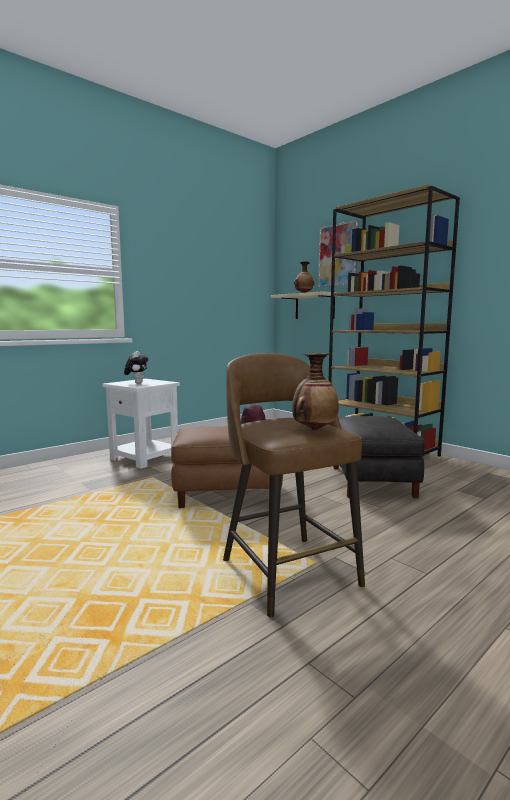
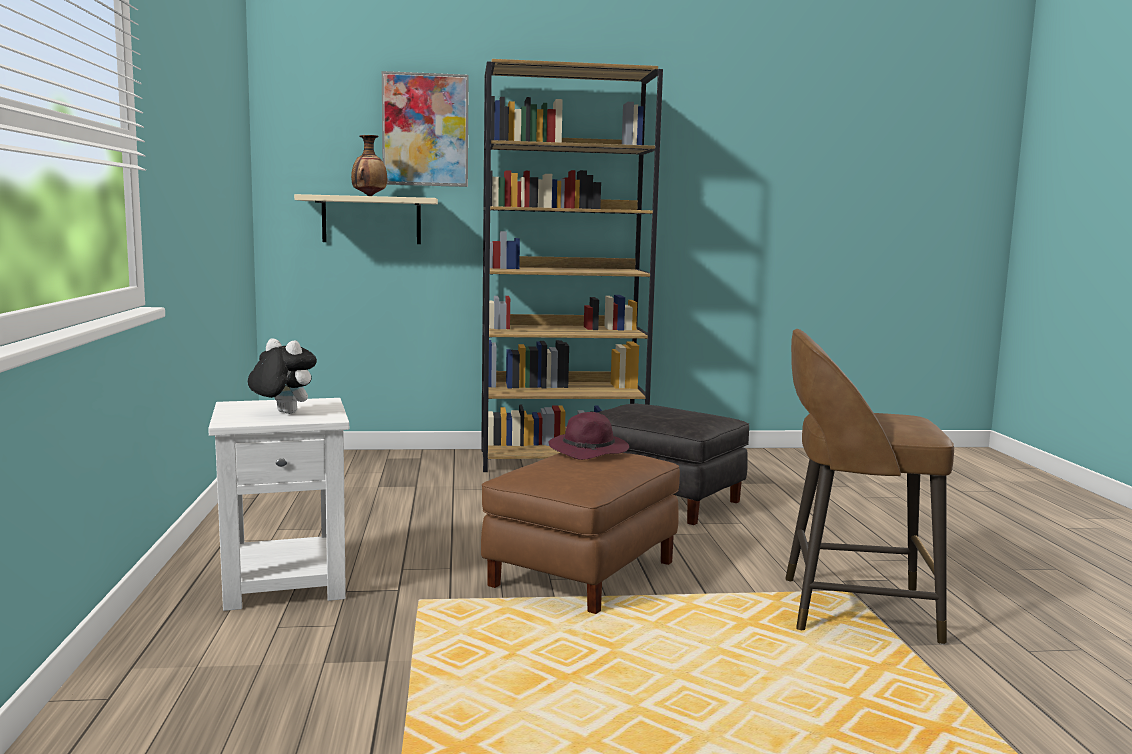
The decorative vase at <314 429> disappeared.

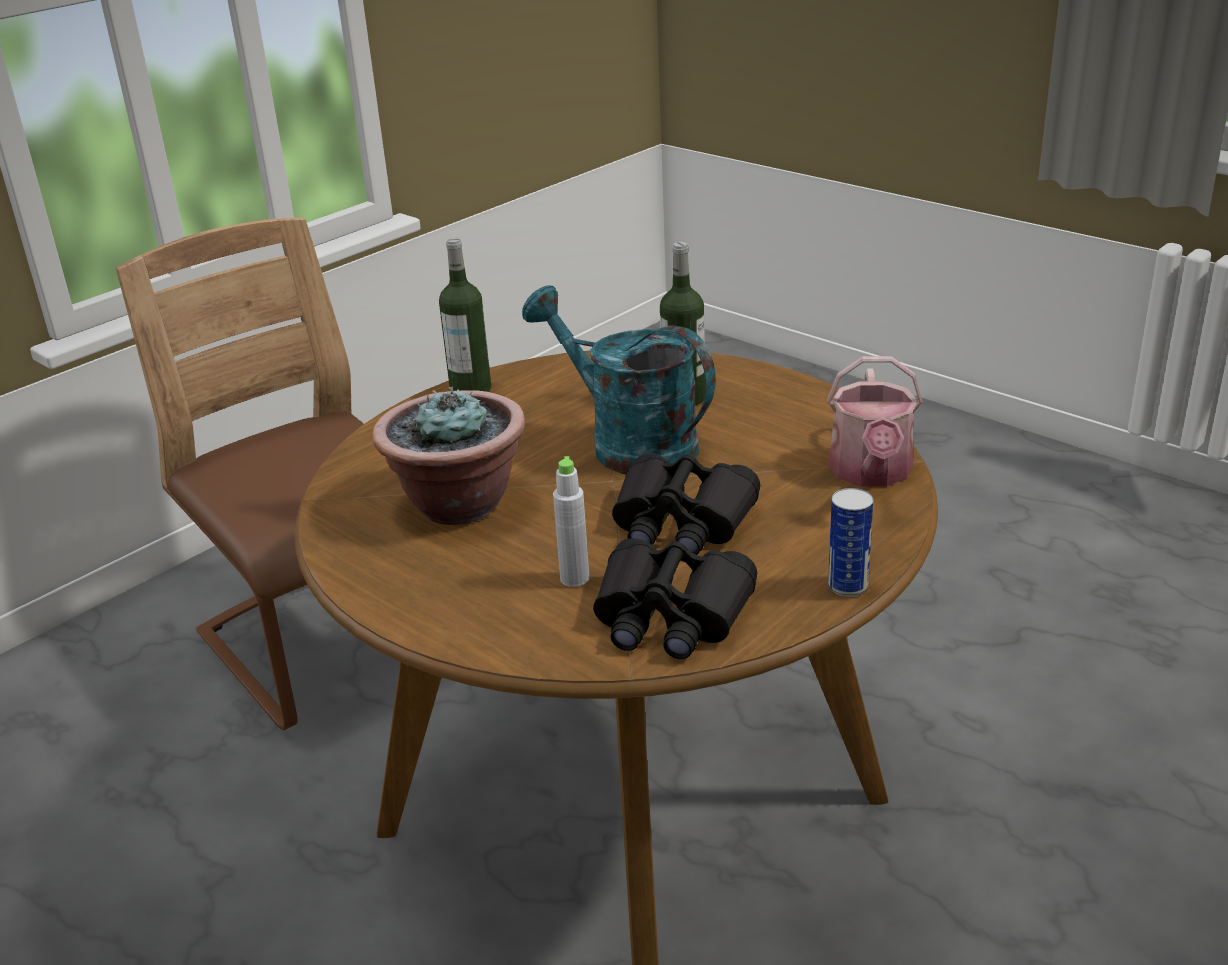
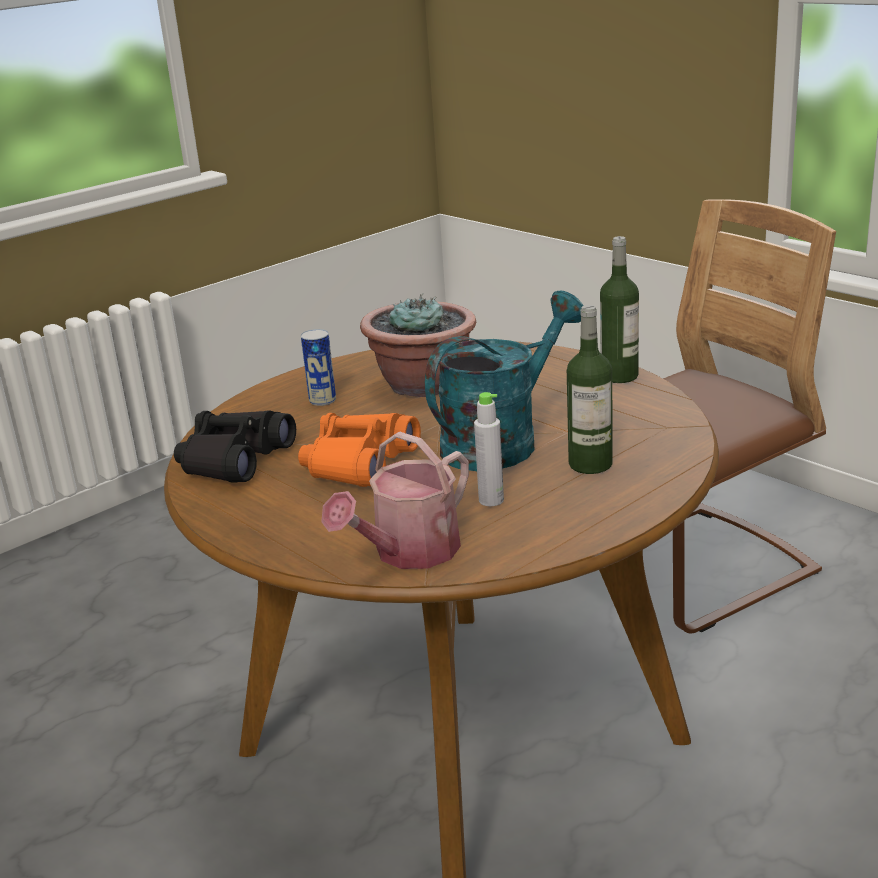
The beverage bottle in grey moved from <574 578> to <491 500>. The binoculars in black-coloured at <681 523> became the binoculars in orange at <359 464>. The watering can at <871 473> turned 60 degrees counterclockwise. The can moved from <848 586> to <322 400>.

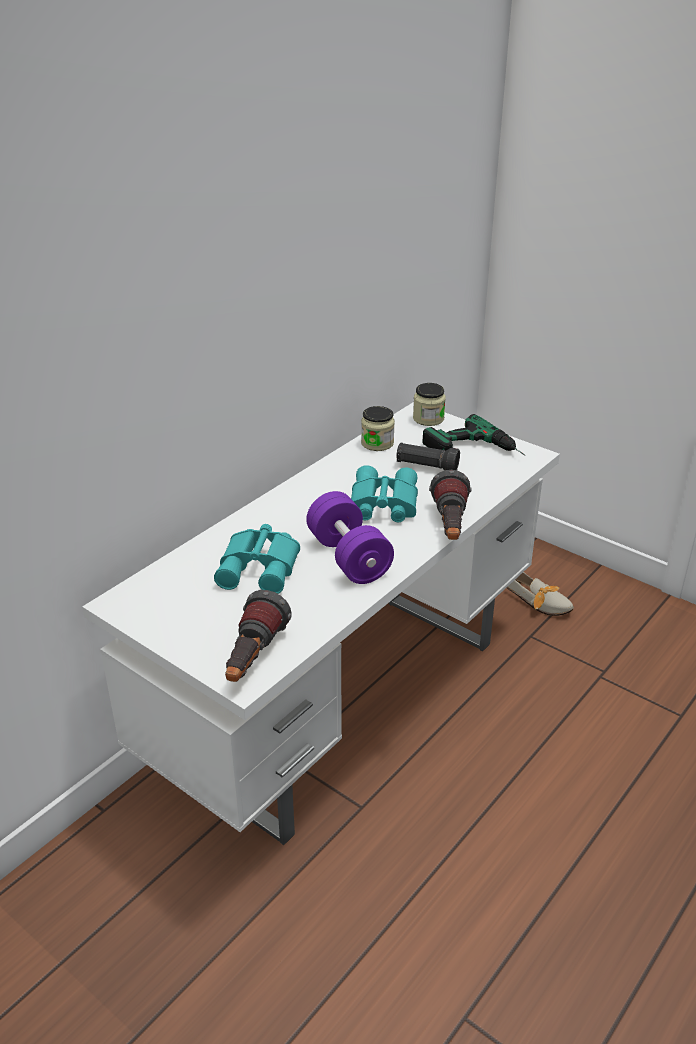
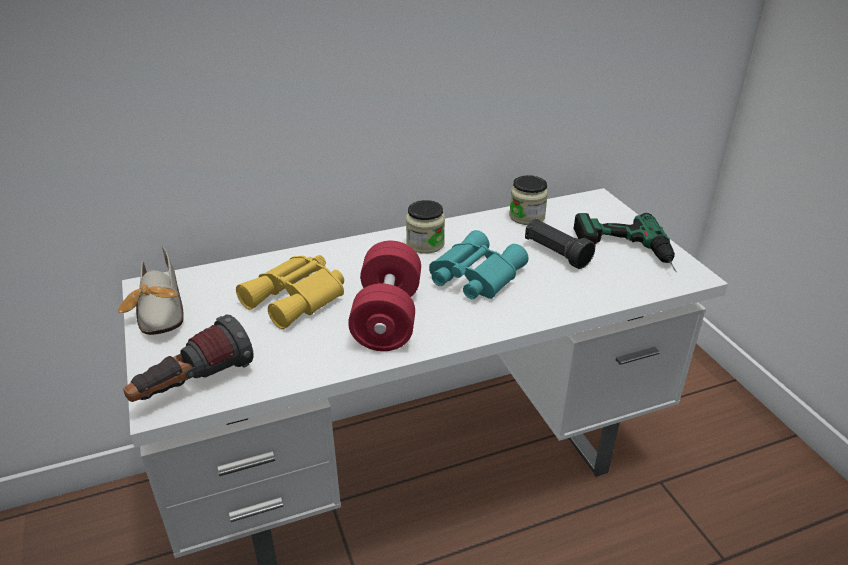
The binoculars in turquoise-coloured at <261 567> became the binoculars in yellow at <297 298>. The dumbbell in purplish at <349 557> became the dumbbell in red-coloured at <387 318>. The storage jar moved from <428 419> to <425 244>. The flashlight at <450 527> disappeared. The shoe moved from <540 602> to <160 311>.

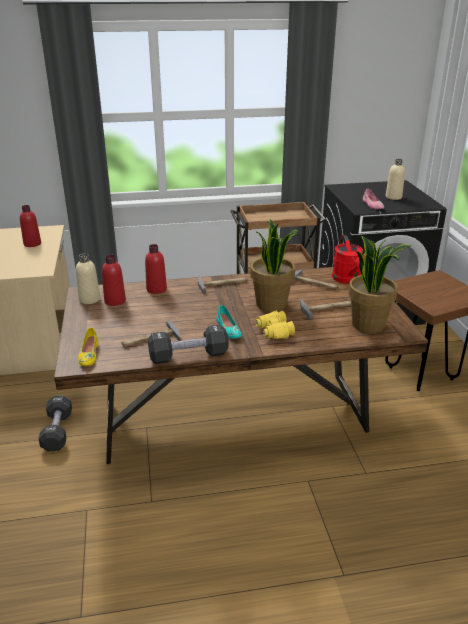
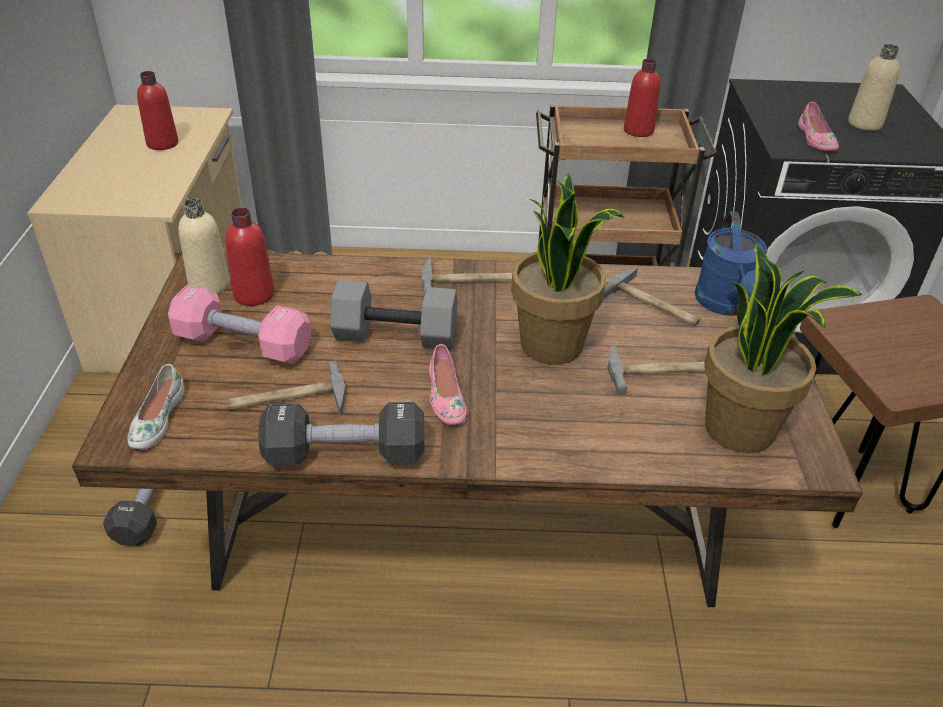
The shoe in yellow at <88 354> became the shoe in white at <156 419>. The beverage bottle in red-coloured moved from <156 289> to <638 131>. The shoe in turquoise-coloured at <228 329> became the shoe in pink-coloured at <445 397>. The binoculars in yellow at <274 332> disappeared. The watering can in red-coloured at <348 280> became the watering can in blue-coloured at <726 305>. The dumbbell in pink-coloured at <243 344> appeared. The dumbbell in grey at <397 334> appeared.

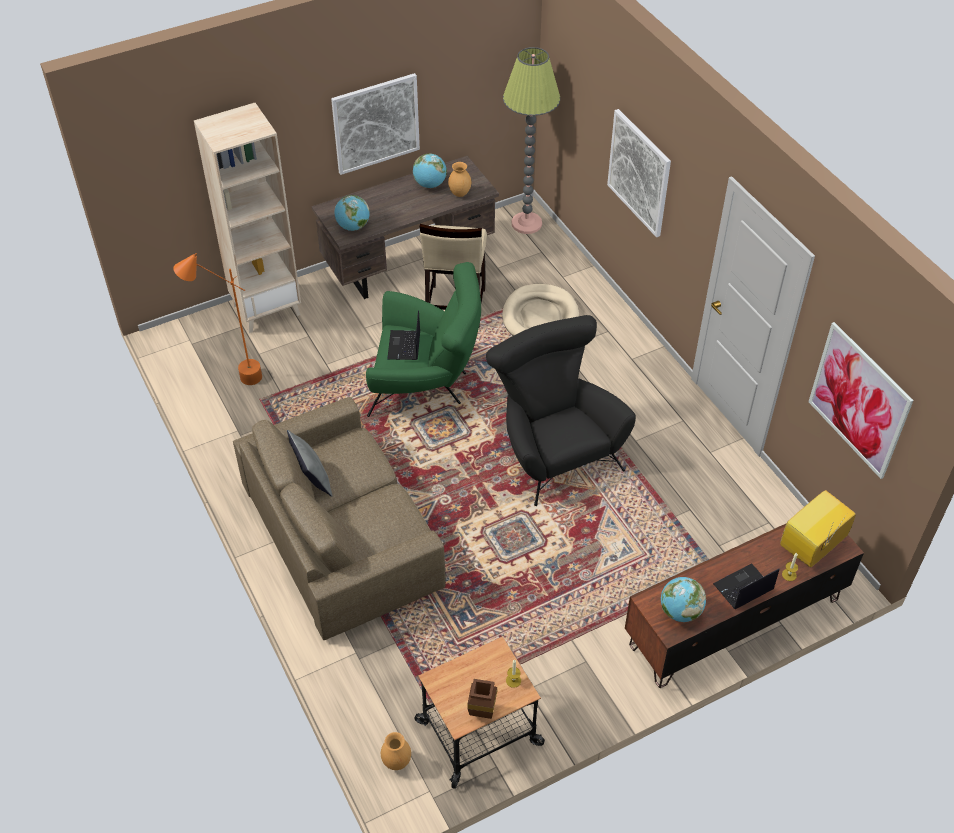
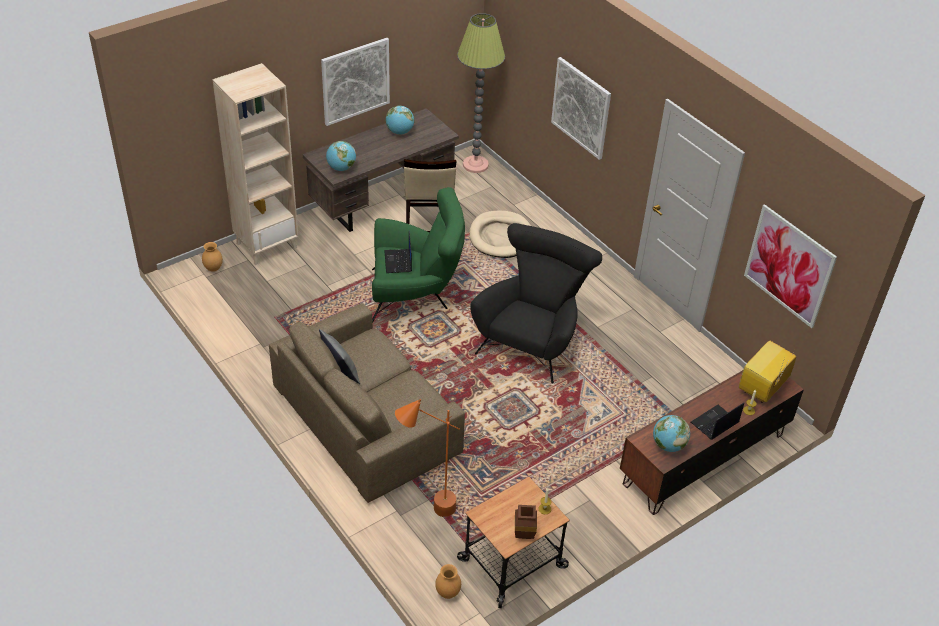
The standing lamp in orange moved from <232 379> to <426 512>. The decorative vase in brown moved from <460 193> to <214 268>. The easy chair in black-coloured at <553 450> turned 60 degrees clockwise.

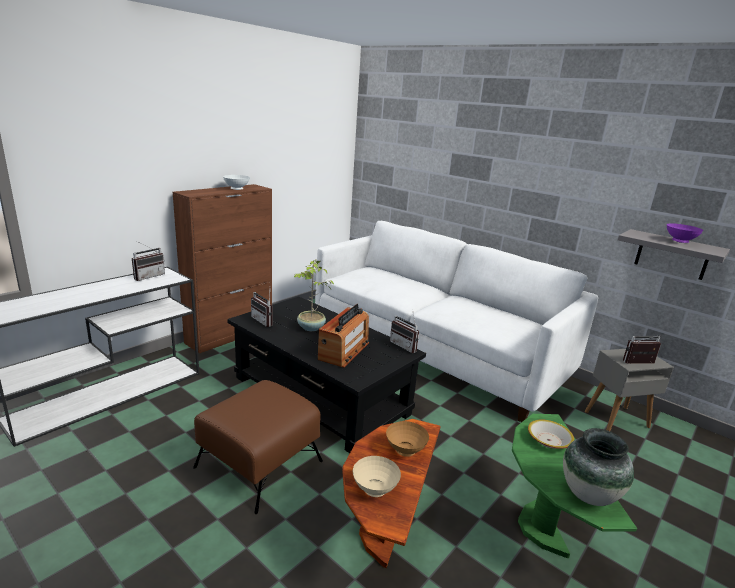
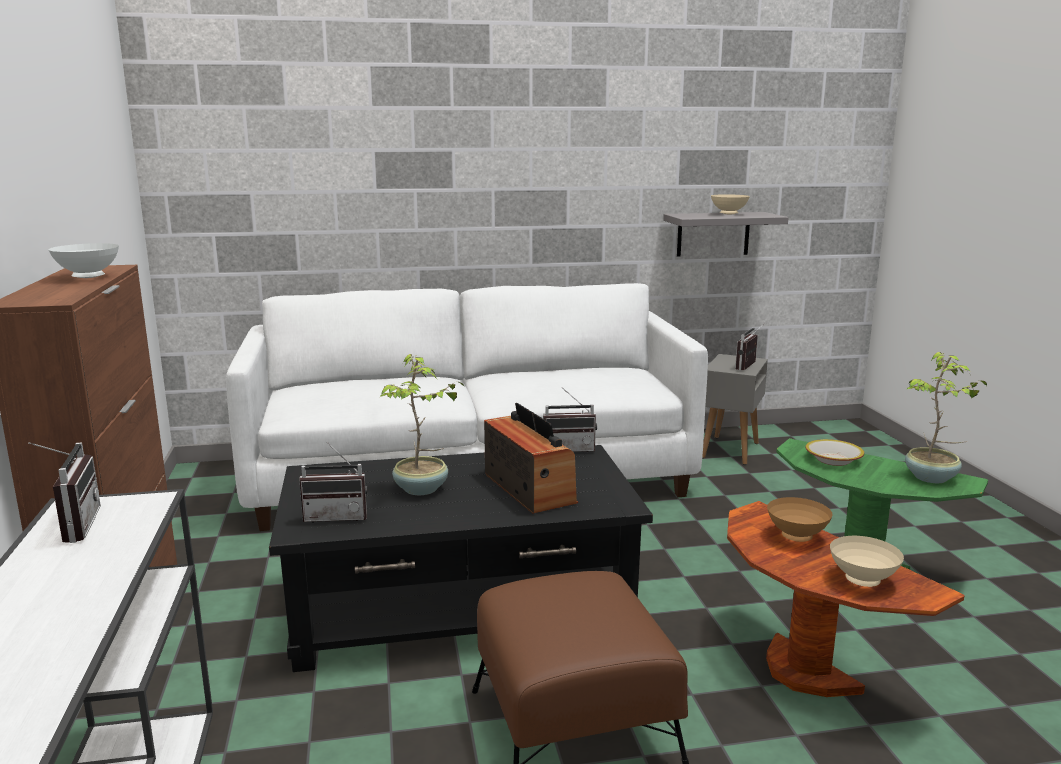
The decorative vase at <588 494> was replaced by the houseplant at <931 478>. The deep dish in purplish at <680 242> became the deep dish in sand-coloured at <729 214>.

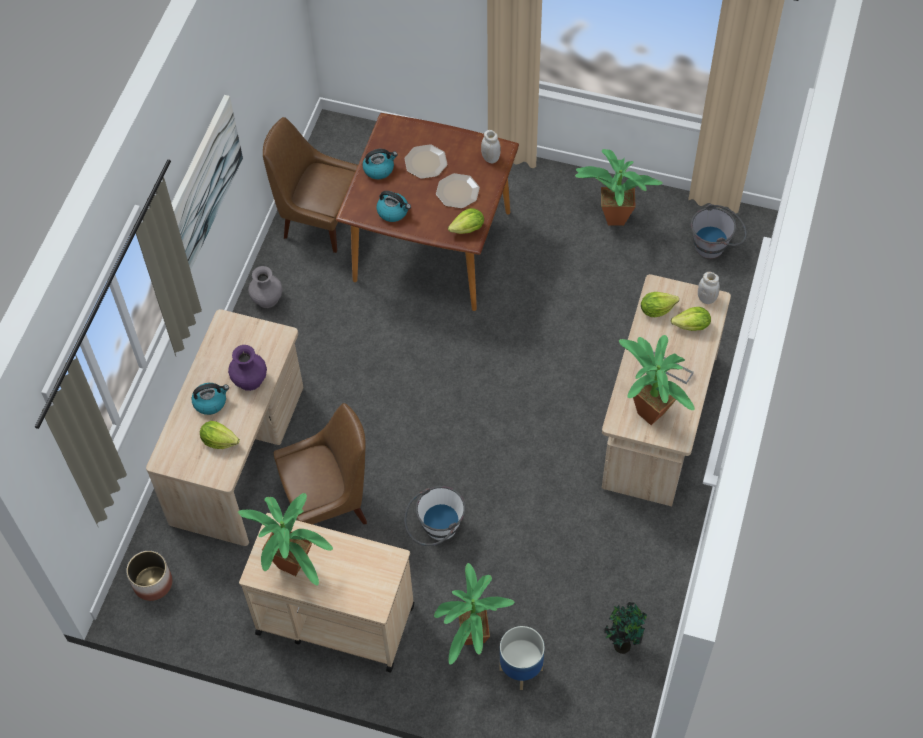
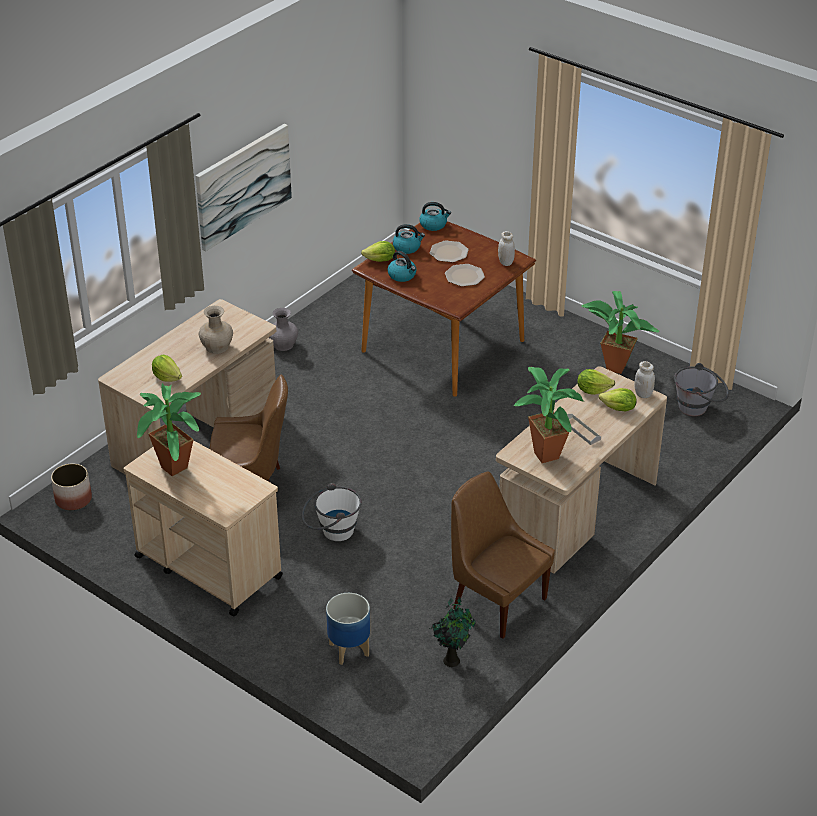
The water kettle moved from <210 402> to <433 225>. The decorative vase in purplish at <249 380> became the decorative vase in sand-coloured at <216 347>. The chair in brown moved from <318 220> to <496 601>. The houseplant at <471 641> disappeared. The lettuce moved from <468 229> to <380 260>.

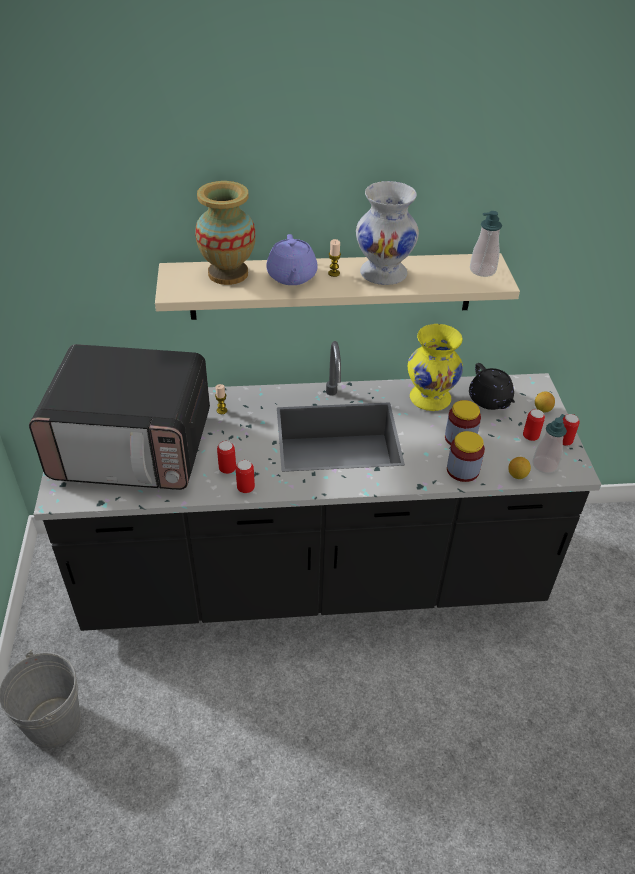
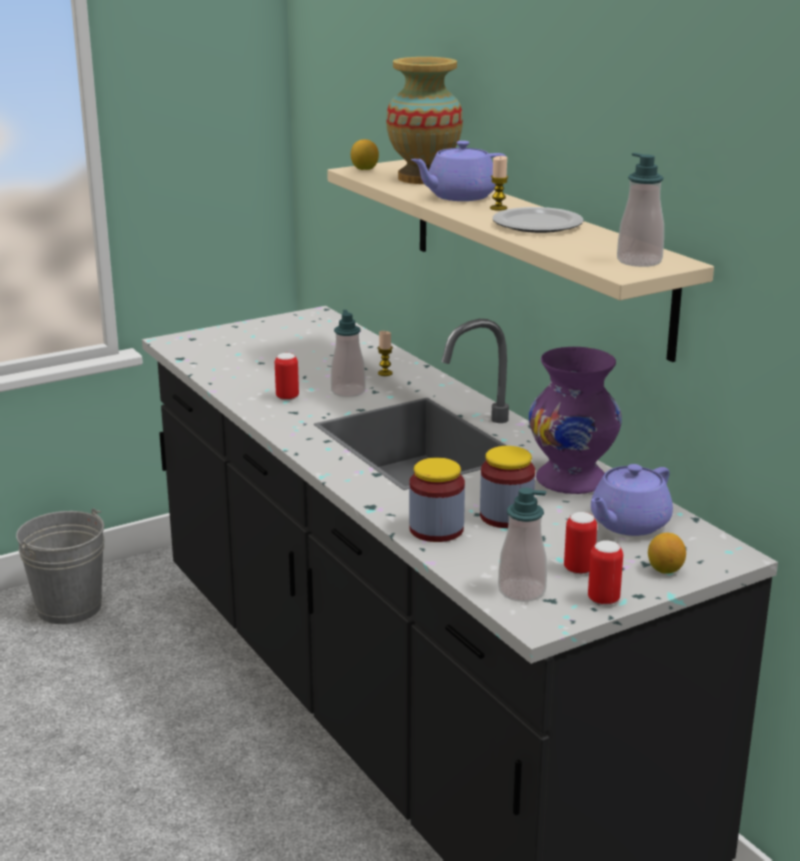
The kitchen microwave at <134 447> disappeared. The can at <246 488> disappeared. The decorative vase in white at <384 273> was replaced by the flat dish at <539 224>. The decorative vase in yellow at <430 398> became the decorative vase in purplish at <572 481>. The teapot in black-coloured at <490 400> became the teapot in purplish at <628 524>. The lemon moved from <517 475> to <364 169>. The soap bottle at <348 391> appeared.

